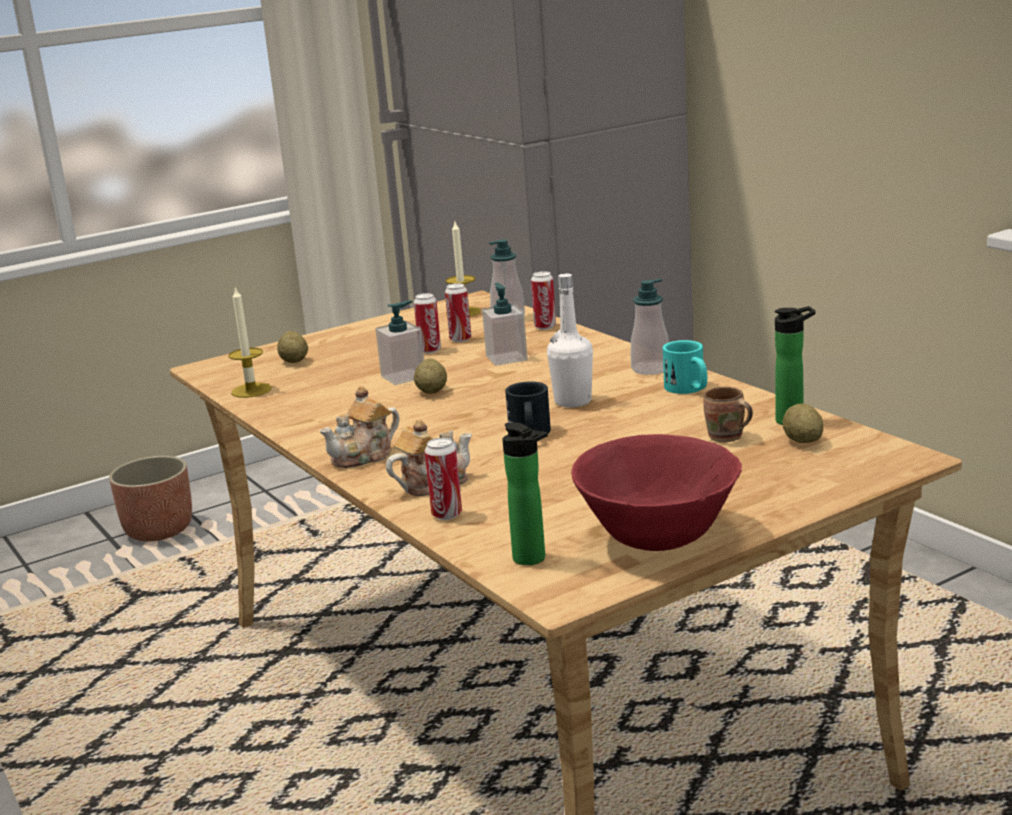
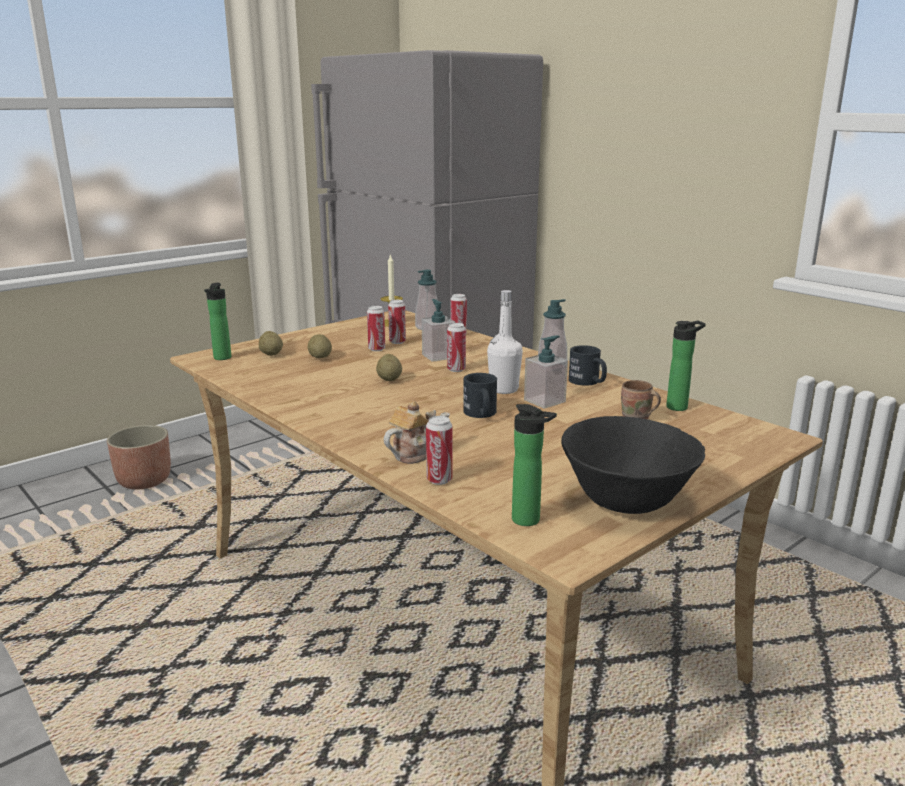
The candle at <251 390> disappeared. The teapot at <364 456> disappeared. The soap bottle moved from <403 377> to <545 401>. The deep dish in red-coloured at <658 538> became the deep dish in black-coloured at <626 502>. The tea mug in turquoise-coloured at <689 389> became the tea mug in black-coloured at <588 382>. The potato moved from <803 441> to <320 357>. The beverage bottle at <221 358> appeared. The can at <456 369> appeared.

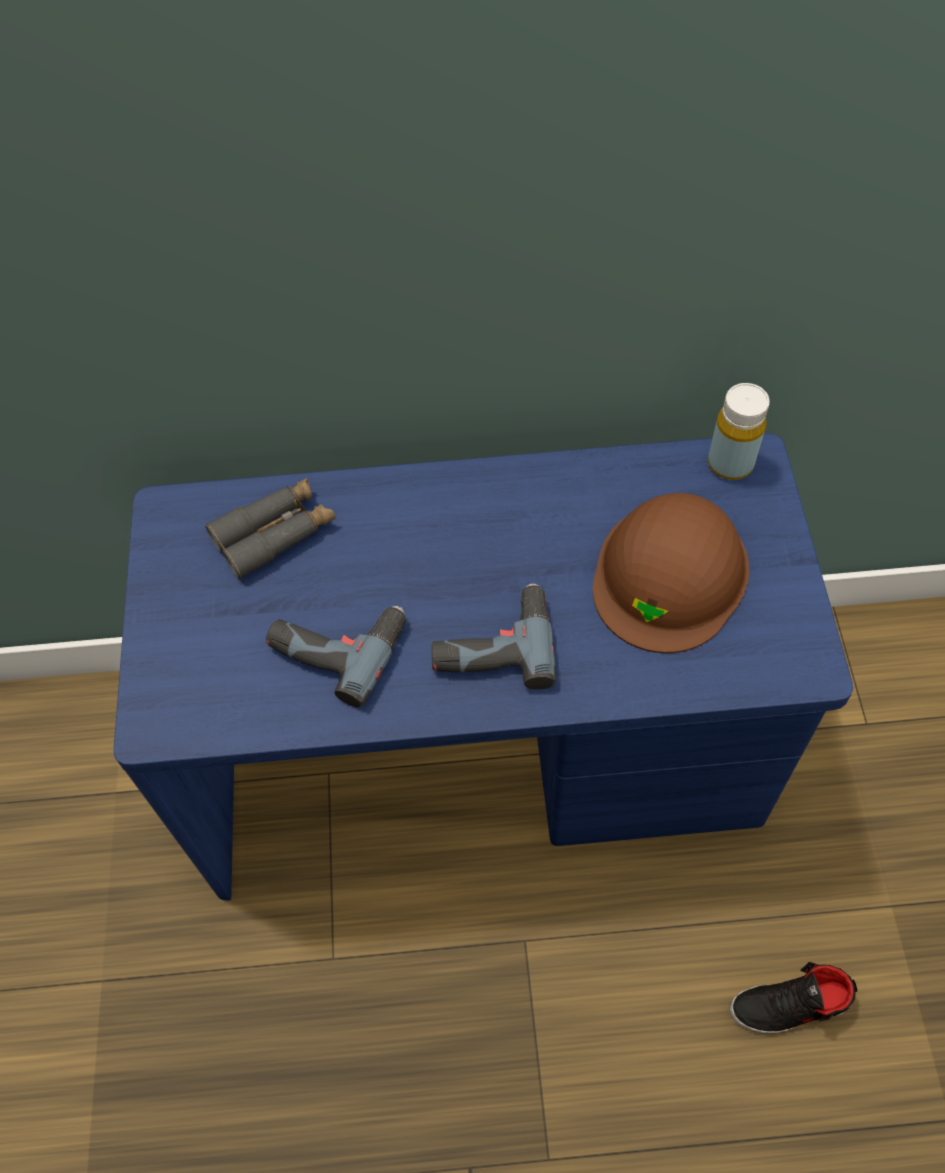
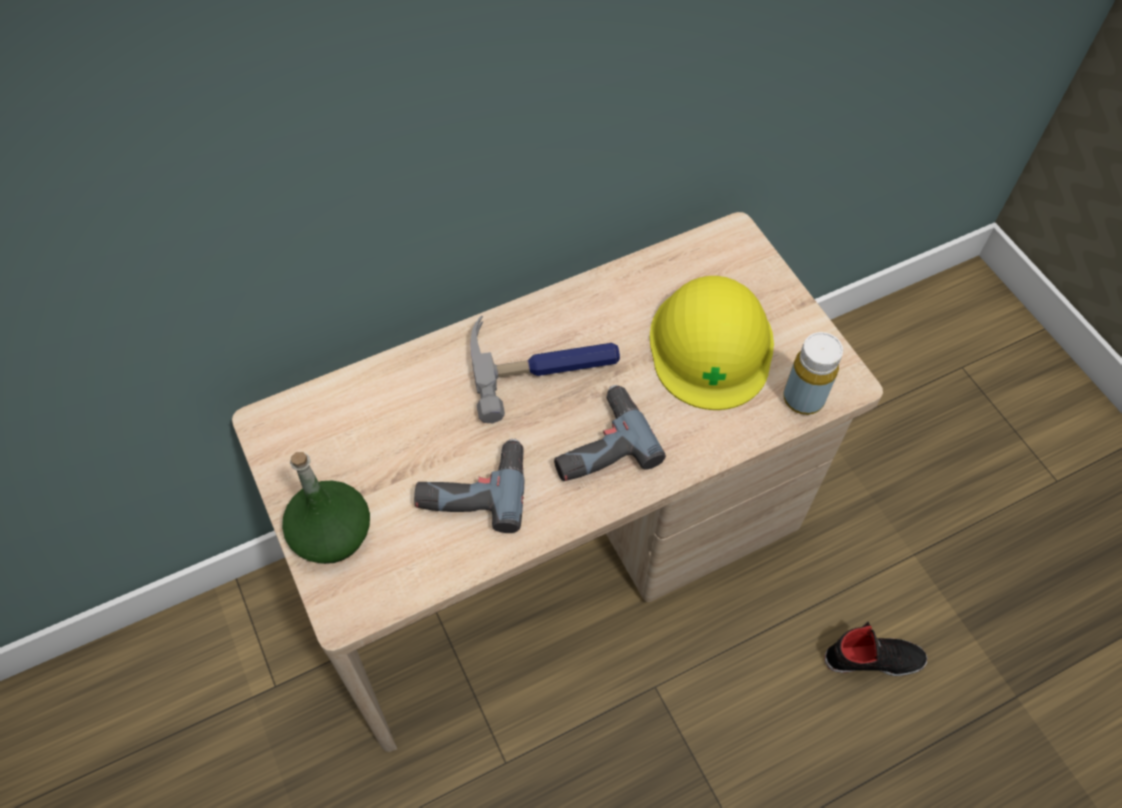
The desk in blue-coloured at <481 756> became the desk in sand-coloured at <558 552>. The binoculars in grey at <275 534> disappeared. The hard hat in brown at <670 574> became the hard hat in yellow at <711 344>. The beverage bottle in yellow moved from <730 463> to <803 398>. The shoe in black-coloured at <790 1006> turned 150 degrees counterclockwise. The beverage bottle in greenish at <331 534> appeared. The hammer at <544 365> appeared.

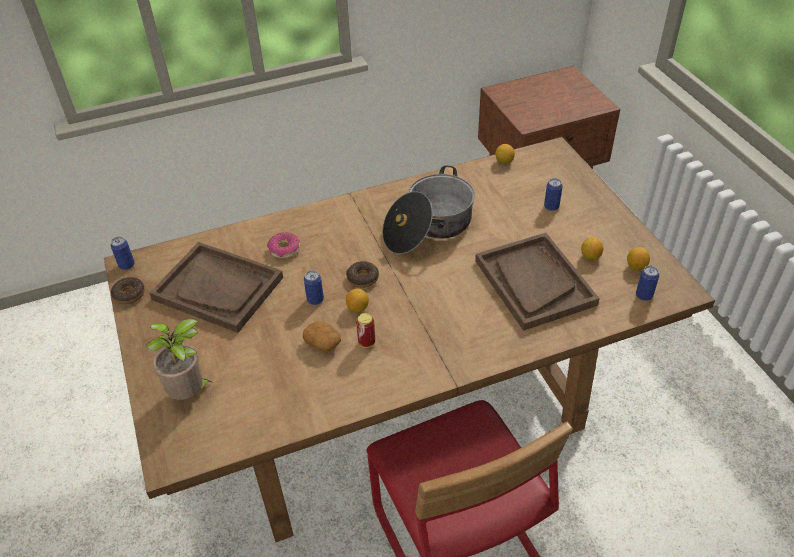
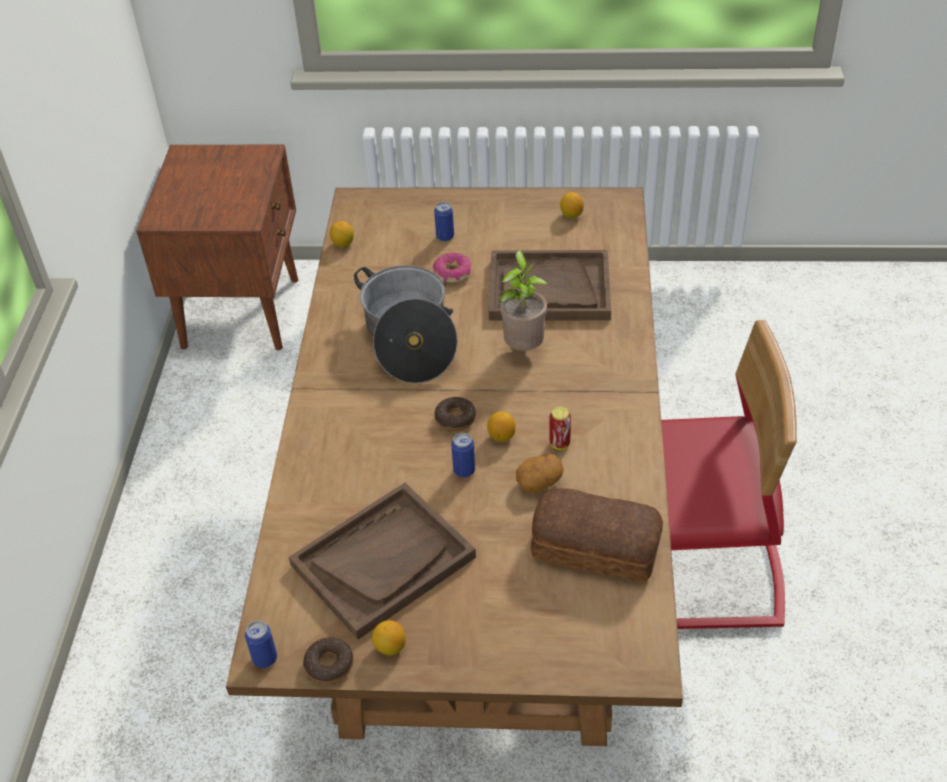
The houseplant moved from <190 393> to <524 347>. The ring doughnut moved from <284 249> to <452 273>. The lemon moved from <590 257> to <390 647>. The can at <644 295> disappeared. The bread at <594 545> appeared.

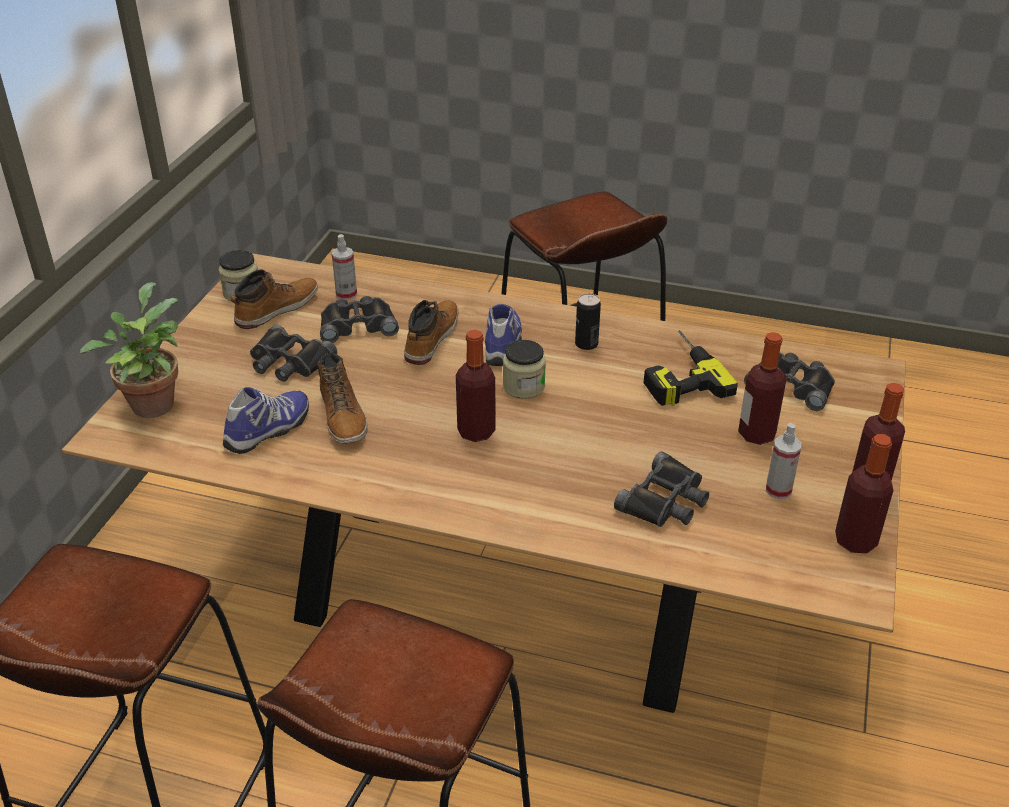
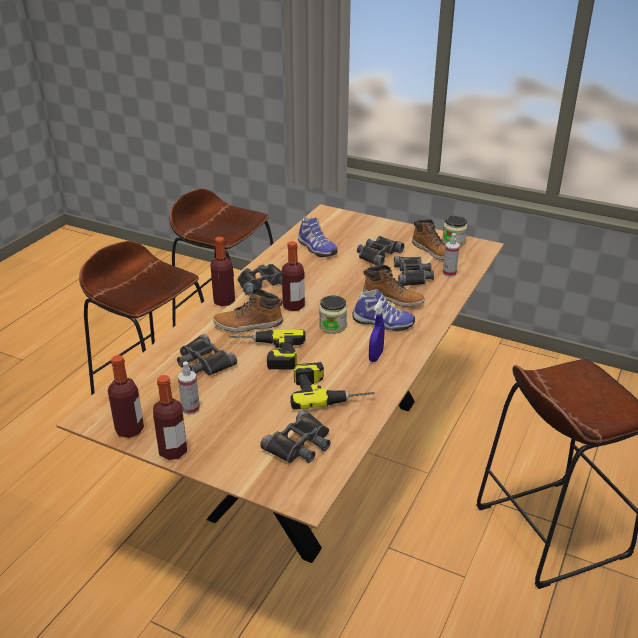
The houseplant at <152 402> disappeared. The boot moved from <343 417> to <248 325>. The can at <586 344> was replaced by the spray bottle in blue-coloured at <376 356>. The beverage bottle moved from <756 434> to <224 301>. The drill at <266 353> appeared. The binoculars in black-coloured at <261 282> appeared.

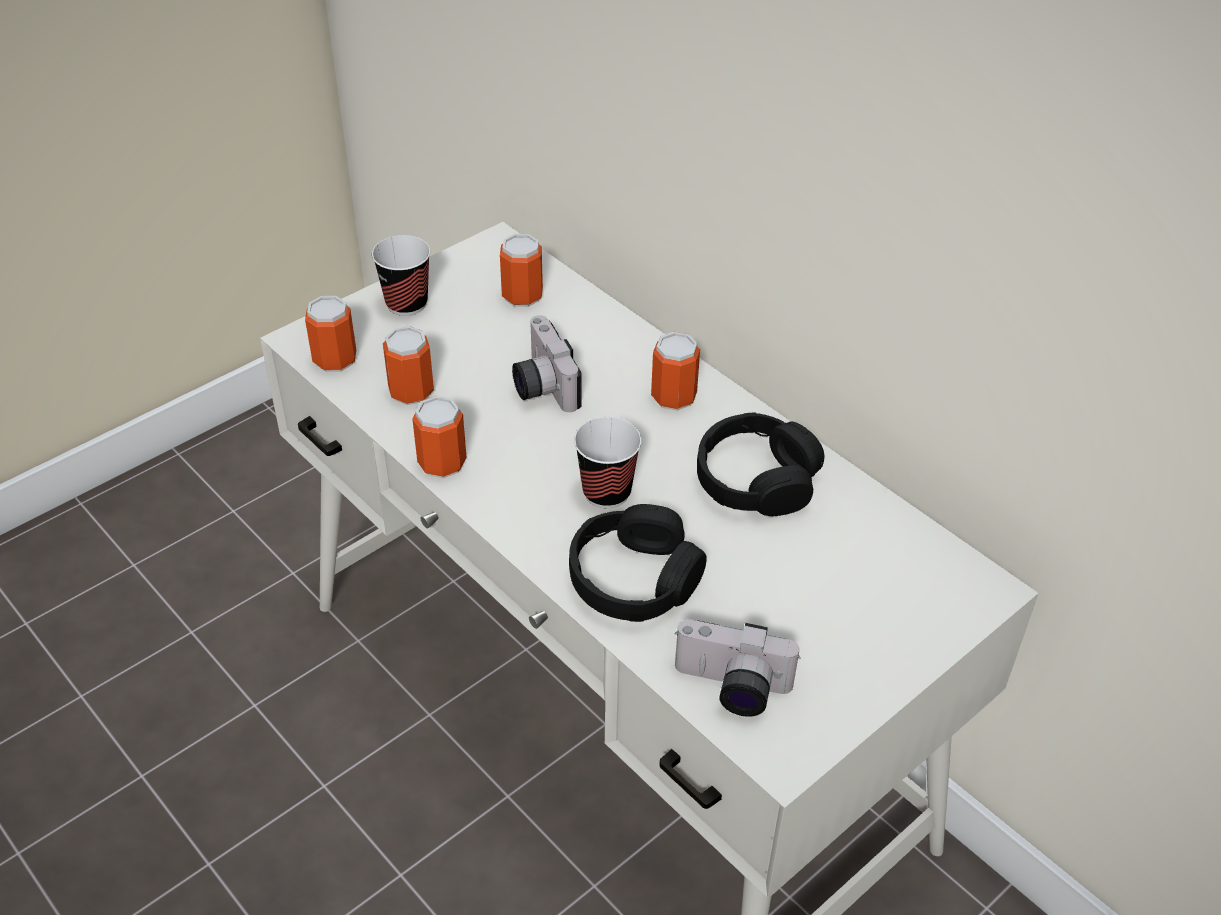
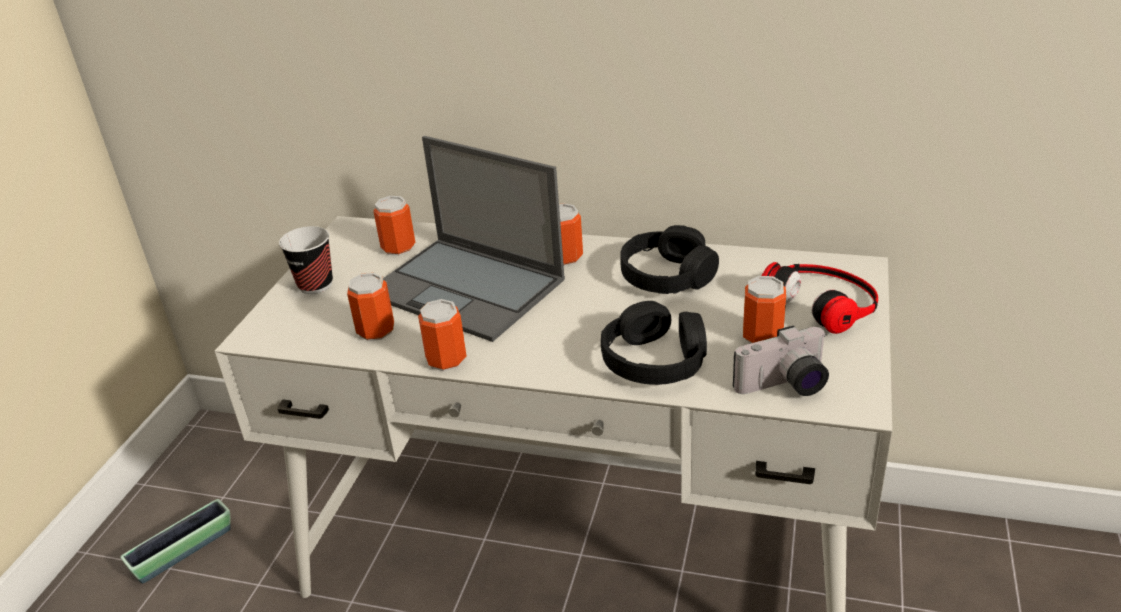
The can moved from <335 360> to <762 337>. The still camera at <540 385> was replaced by the portable computer at <467 288>. The cup at <606 492> disappeared. The planter at <183 551> appeared. The headphones at <823 301> appeared.

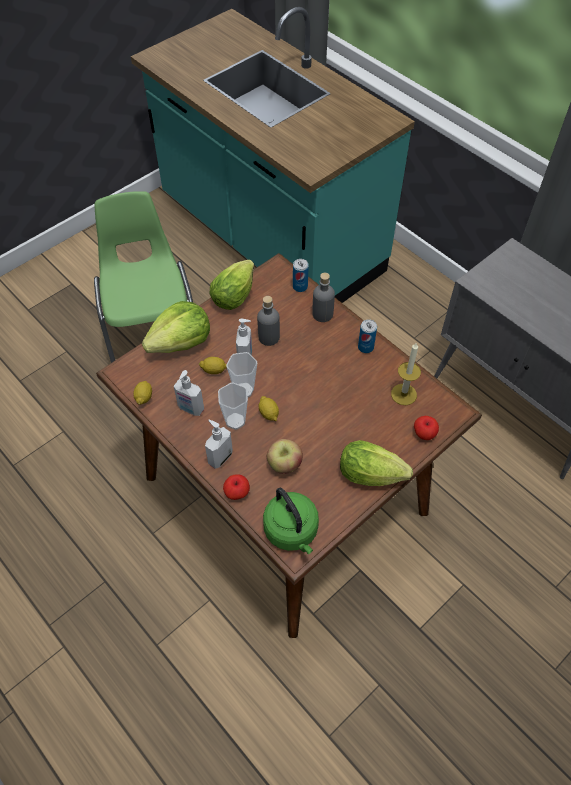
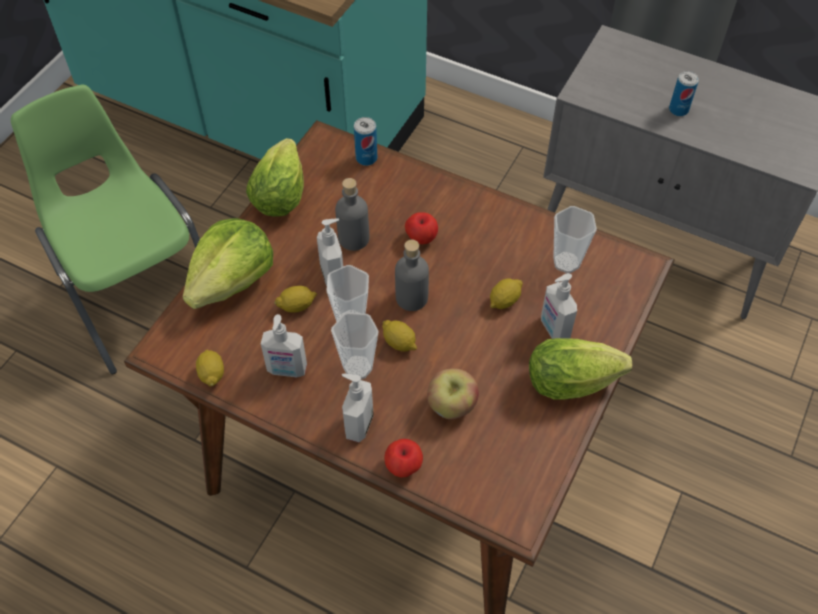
The water kettle in greenish at <292 532> disappeared. The beverage bottle in grey moved from <322 314> to <411 298>. The can moved from <365 347> to <678 110>. The candle at <403 394> was replaced by the cup at <566 262>. The whole apple moved from <424 434> to <421 238>. The lemon at <504 301> appeared. The soap bottle at <554 328> appeared.

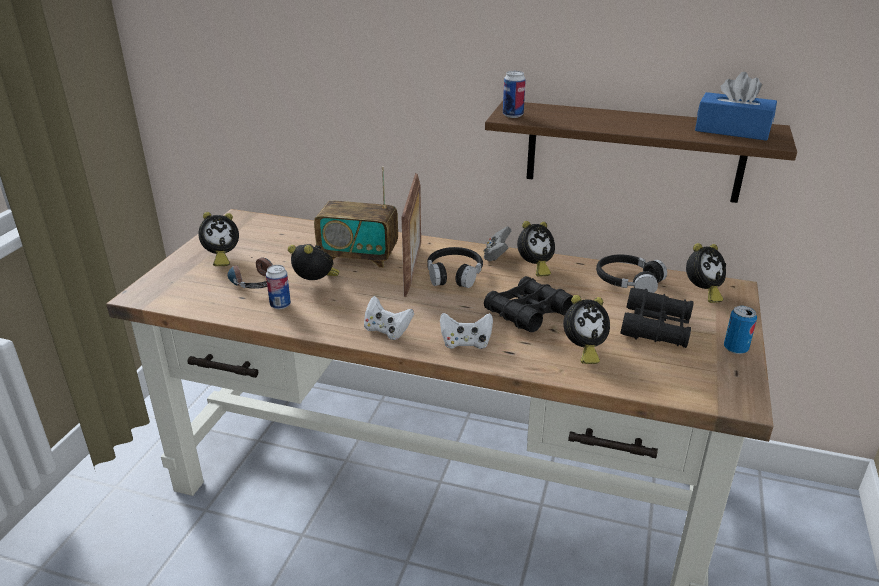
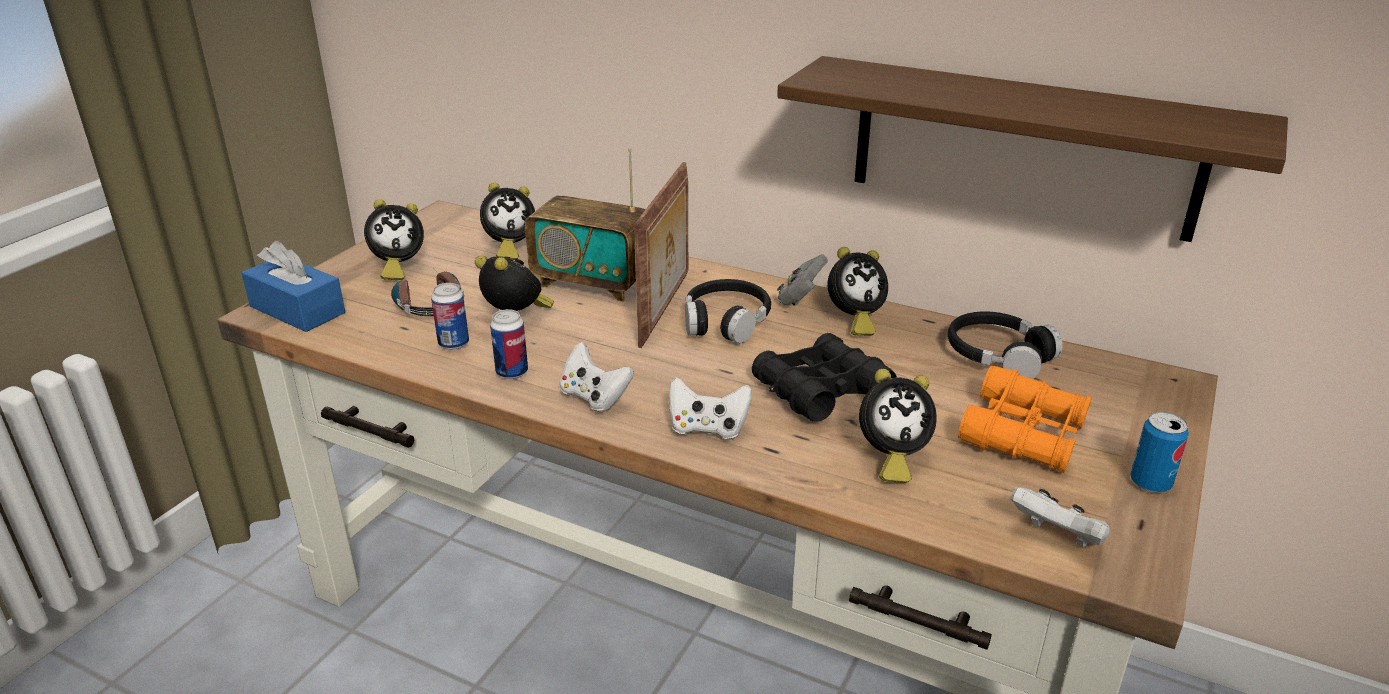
The can moved from <513 115> to <512 372>. The binoculars in black-coloured at <656 327> became the binoculars in orange at <1023 434>. The alarm clock moved from <702 292> to <509 249>. The box of tissues in blue-coloured moved from <732 130> to <297 310>. The game controller in white at <1057 537> appeared.

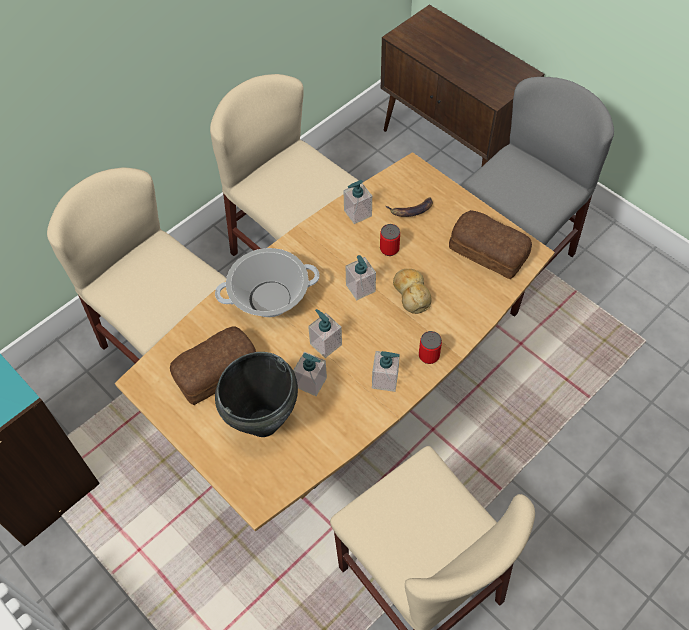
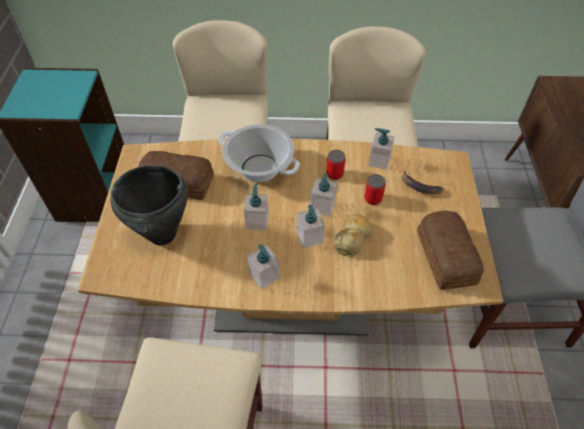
The soap bottle moved from <311 382> to <310 238>. The can moved from <429 356> to <334 174>.

